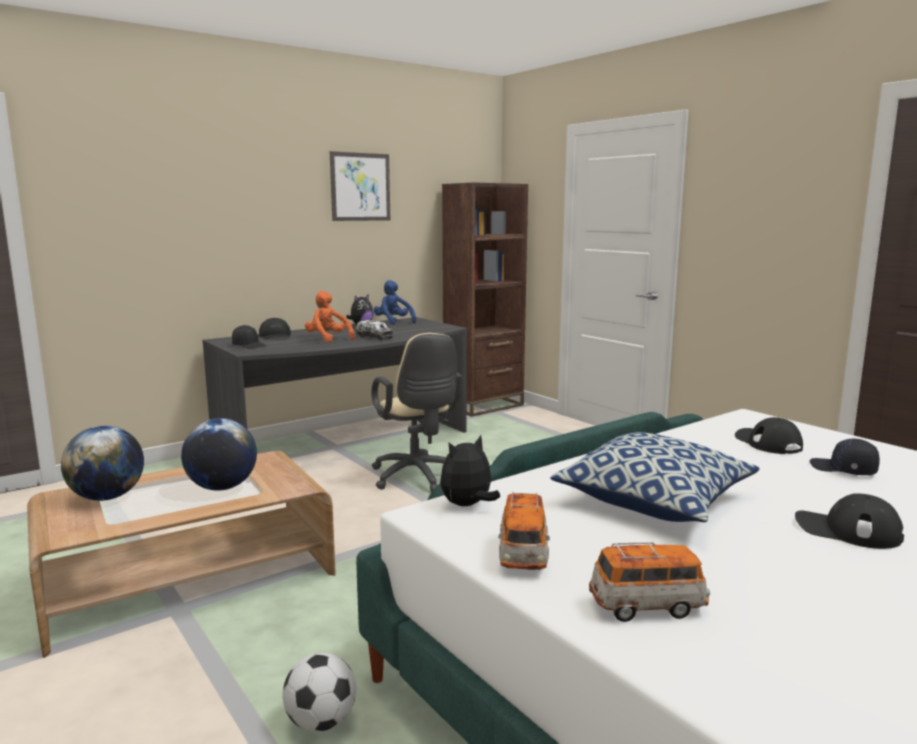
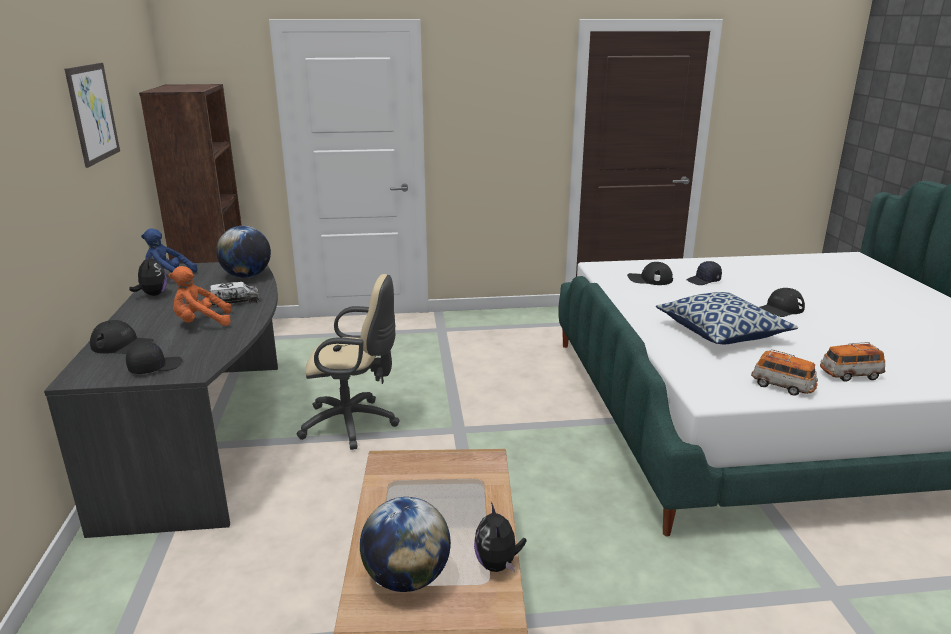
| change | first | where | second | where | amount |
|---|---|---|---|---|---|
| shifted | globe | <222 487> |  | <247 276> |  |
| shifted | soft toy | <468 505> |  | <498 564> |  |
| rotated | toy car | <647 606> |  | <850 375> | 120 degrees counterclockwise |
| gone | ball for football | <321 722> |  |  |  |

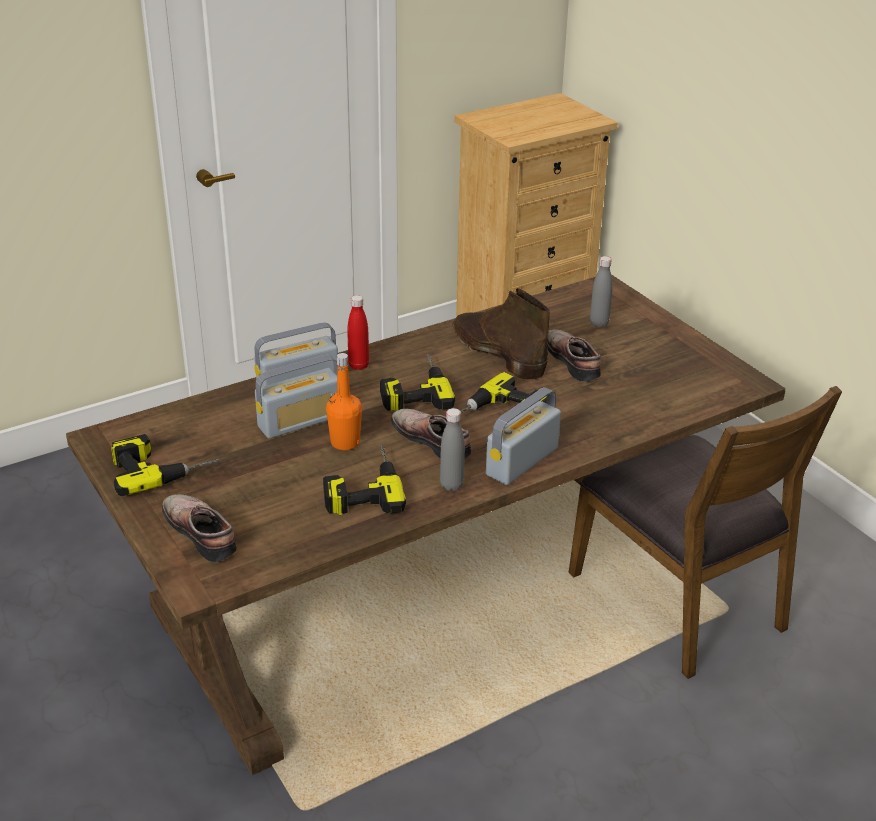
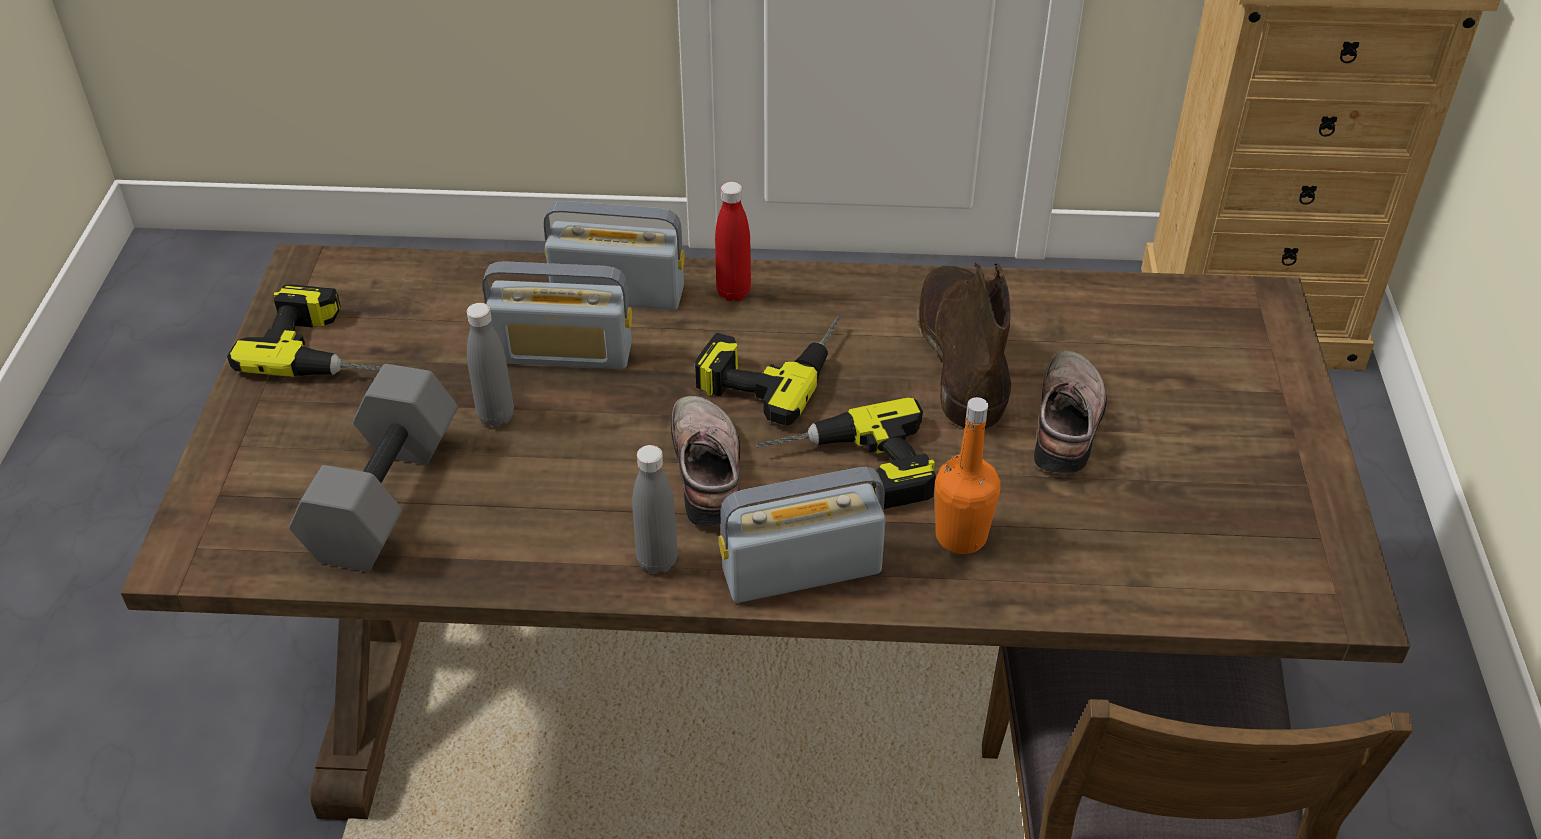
| change | first | where | second | where | amount |
|---|---|---|---|---|---|
| shifted | grey bottle | <599 323> |  | <496 416> |  |
| shifted | orangey bottle | <345 442> |  | <961 536> |  |
| gone | electric drill | <362 486> |  |  |  |
| gone | low shoe | <203 532> |  |  |  |
| new |  |  | grey hand weight | <382 493> |  |

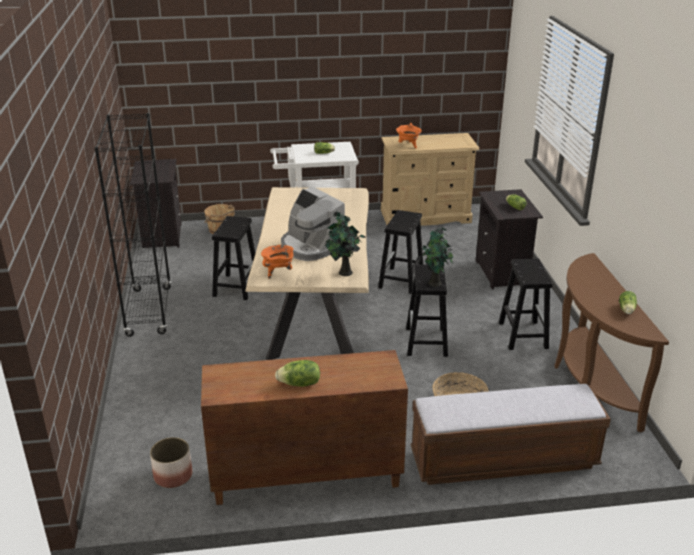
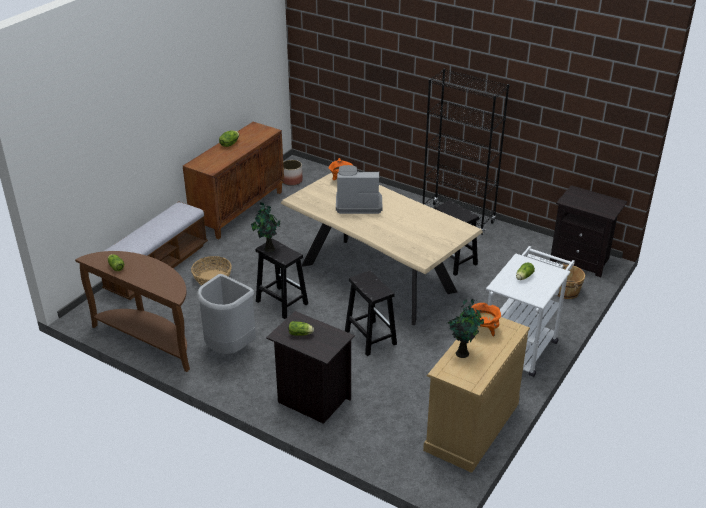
| change | first | where | second | where | amount |
|---|---|---|---|---|---|
| shifted | plant in a pot | <344 273> |  | <462 352> |  |
| swapped | blackish sitting stool | <522 334> | grey trash can | <229 348> |  |

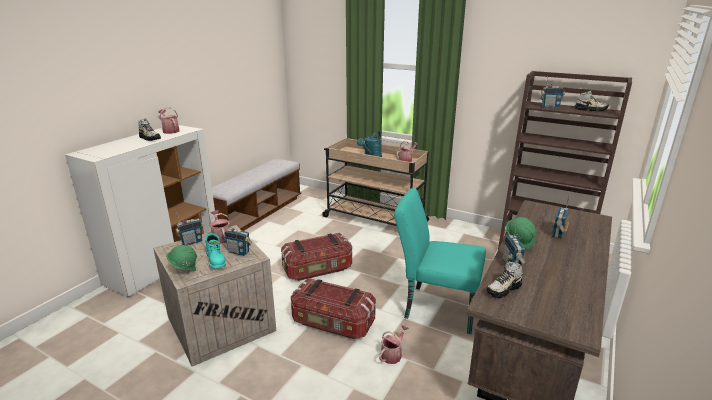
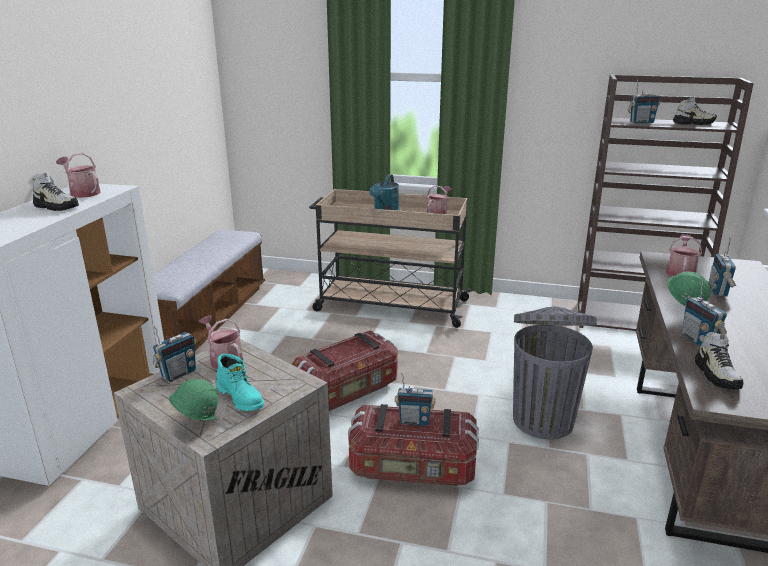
| change | first | where | second | where | amount |
|---|---|---|---|---|---|
| swapped | turquoise chair | <435 307> | grey trash can | <542 419> |  |
| shifted | radio | <239 252> |  | <414 421> |  |
| rotated | low shoe | <503 289> |  | <716 375> | 45 degrees counterclockwise |
| shifted | watering can | <393 354> |  | <680 272> |  |

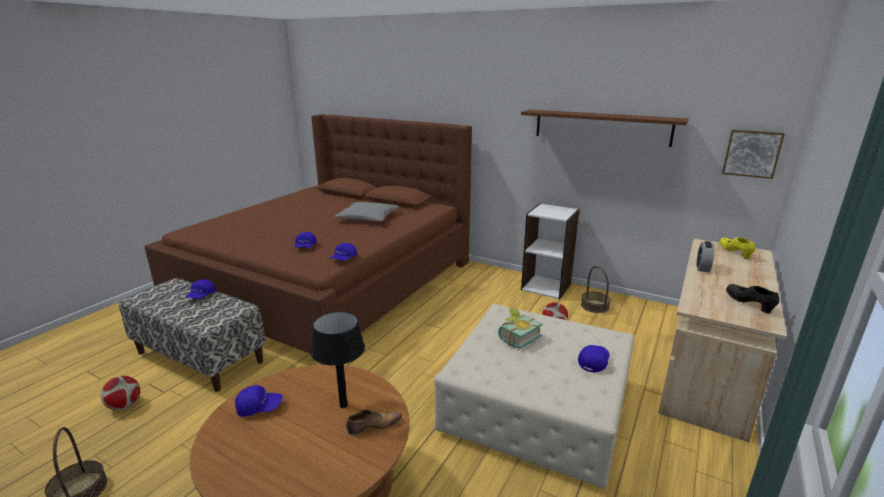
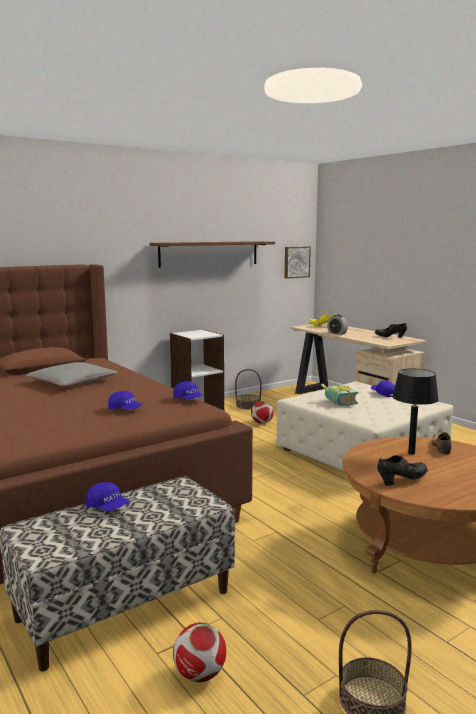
| change | first | where | second | where | amount |
|---|---|---|---|---|---|
| swapped | blue peaked cap | <259 407> | blackish low shoe | <402 481> |  |

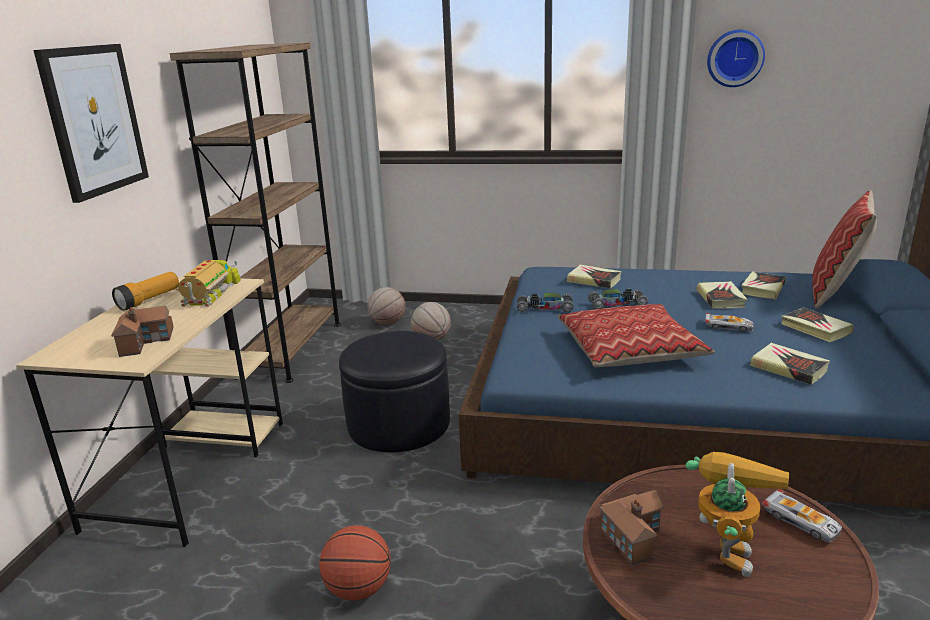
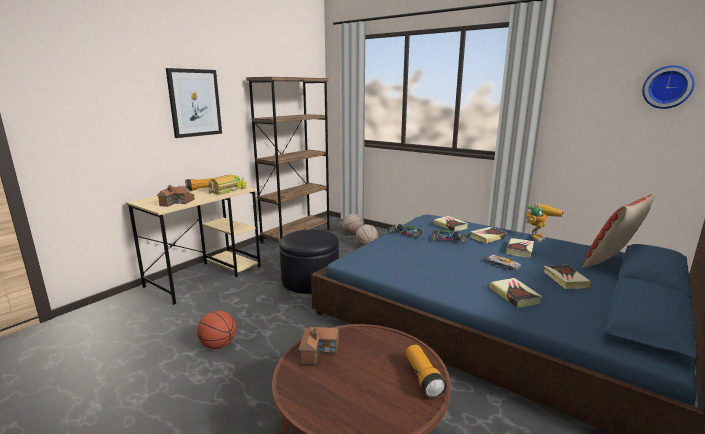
| change | first | where | second | where | amount |
|---|---|---|---|---|---|
| shifted | hanging clock | <735 58> |  | <667 87> |  |
| shifted | book | <762 289> |  | <487 237> |  |
| gone | cushion | <630 349> |  |  |  |
| shifted | toy robot | <725 547> |  | <537 237> |  |
| swapped | toy car | <801 522> | hand torch | <423 378> |  |

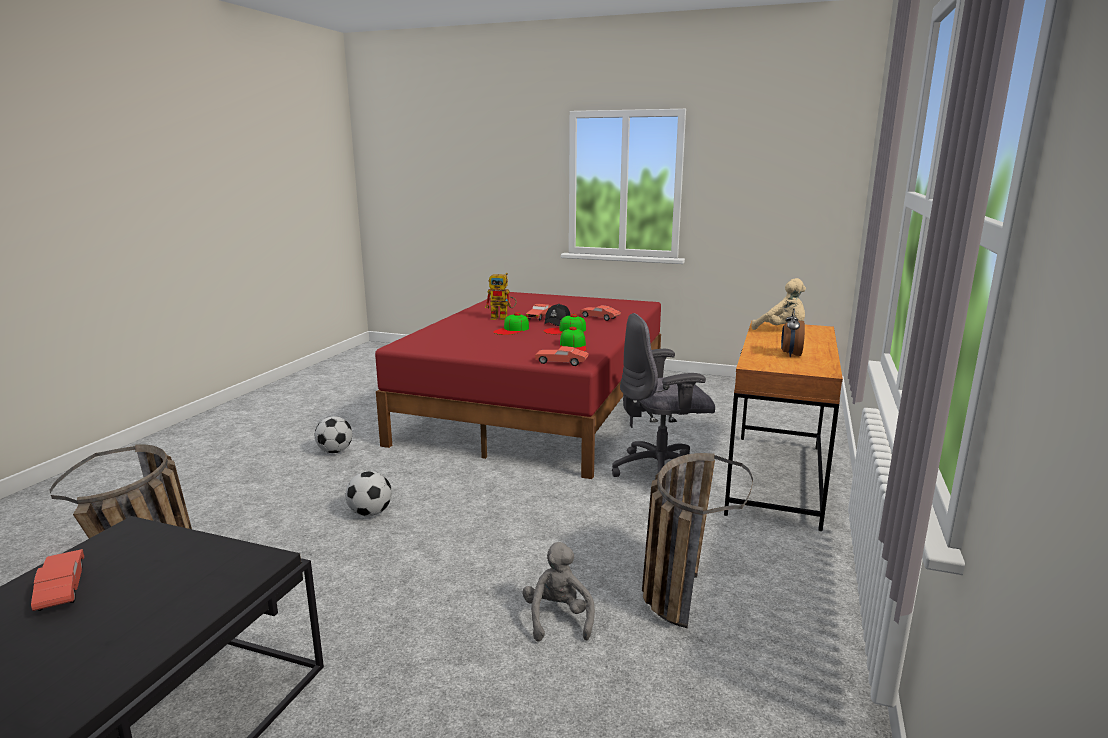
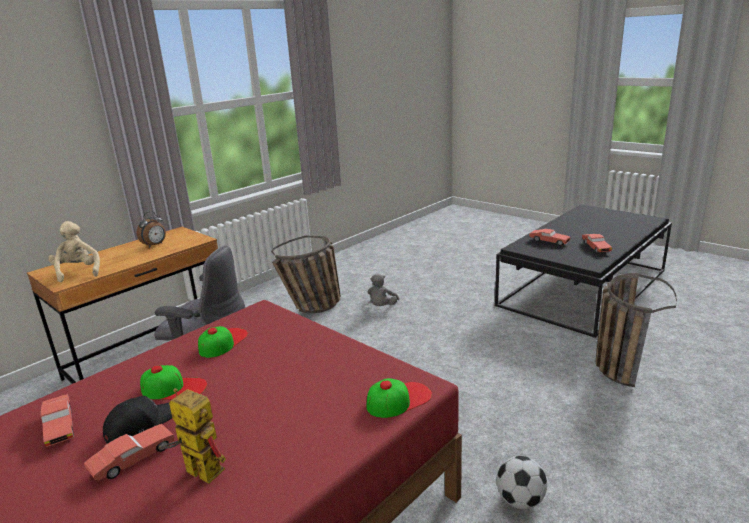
| change | first | where | second | where | amount |
|---|---|---|---|---|---|
| shifted | peaked cap | <512 330> |  | <399 399> |  |
| shifted | red-coloured toy car | <561 362> |  | <549 241> |  |
| gone | ball for football | <370 513> |  |  |  |

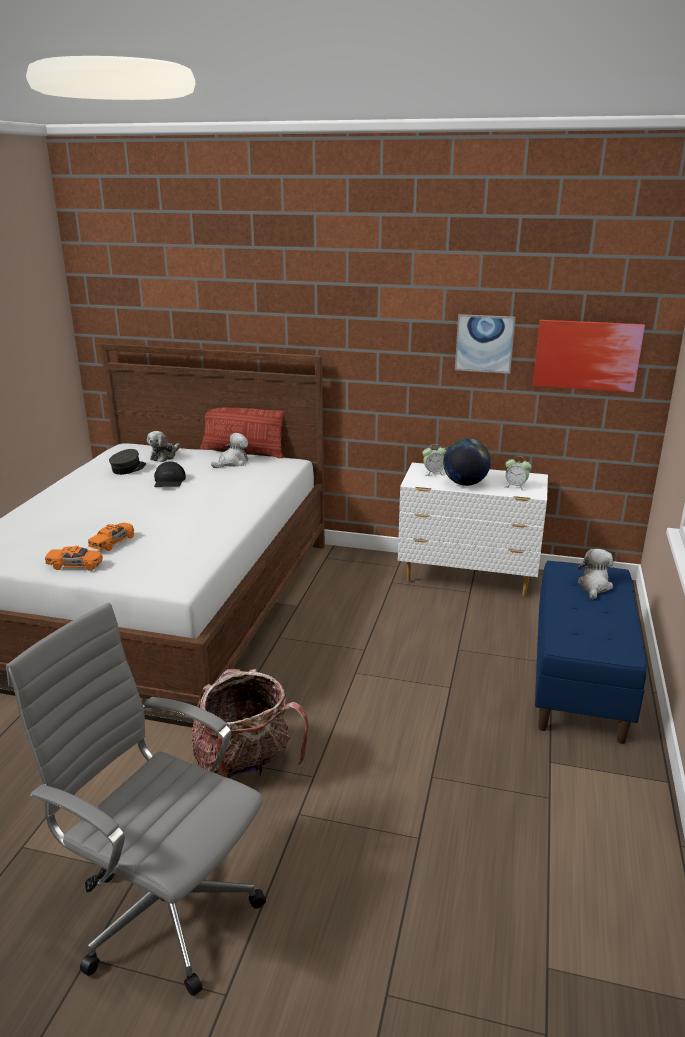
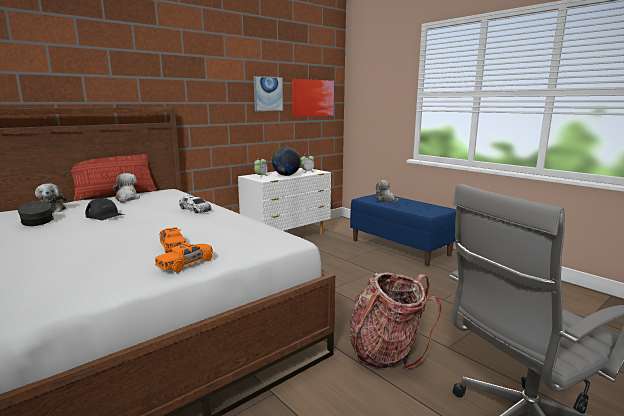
| change | first | where | second | where | amount |
|---|---|---|---|---|---|
| new |  |  | toy car | <195 209> |  |

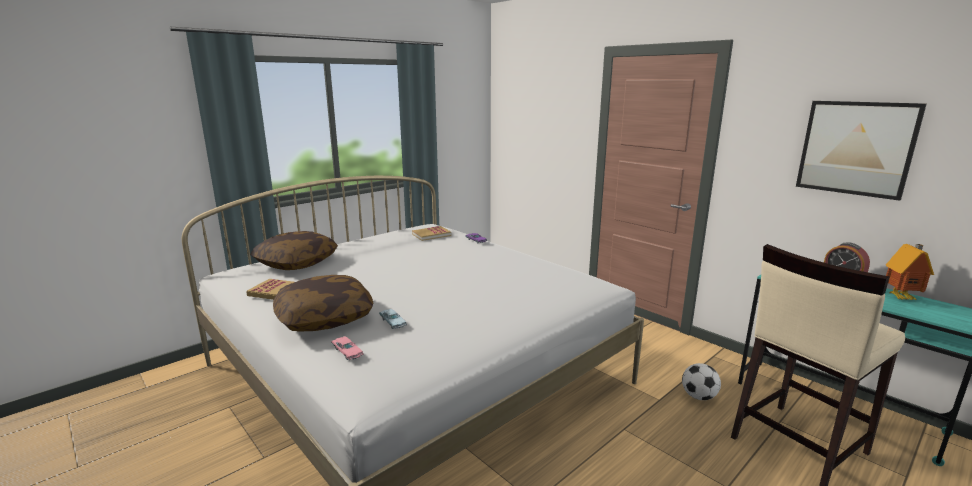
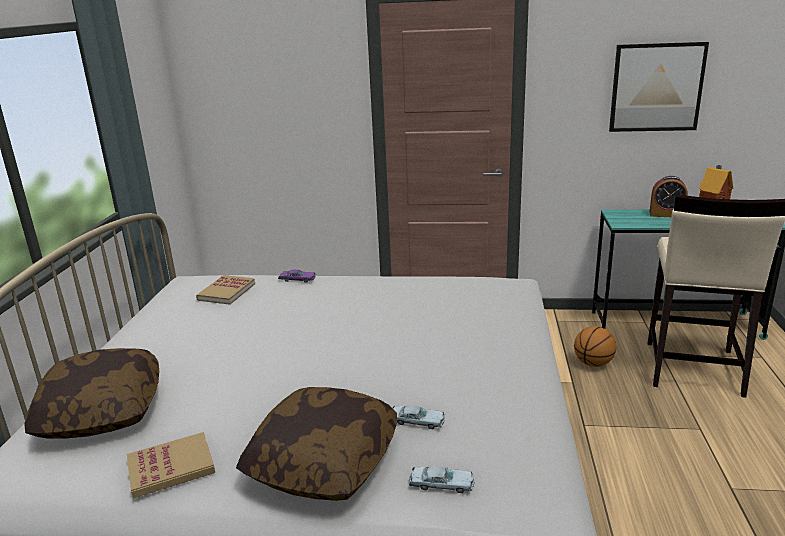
| change | first | where | second | where | amount |
|---|---|---|---|---|---|
| repainted | pink toy car | <347 352> | blue toy car | <441 484> |  |
| swapped | ball for football | <699 396> | ball for basketball | <593 363> |  |

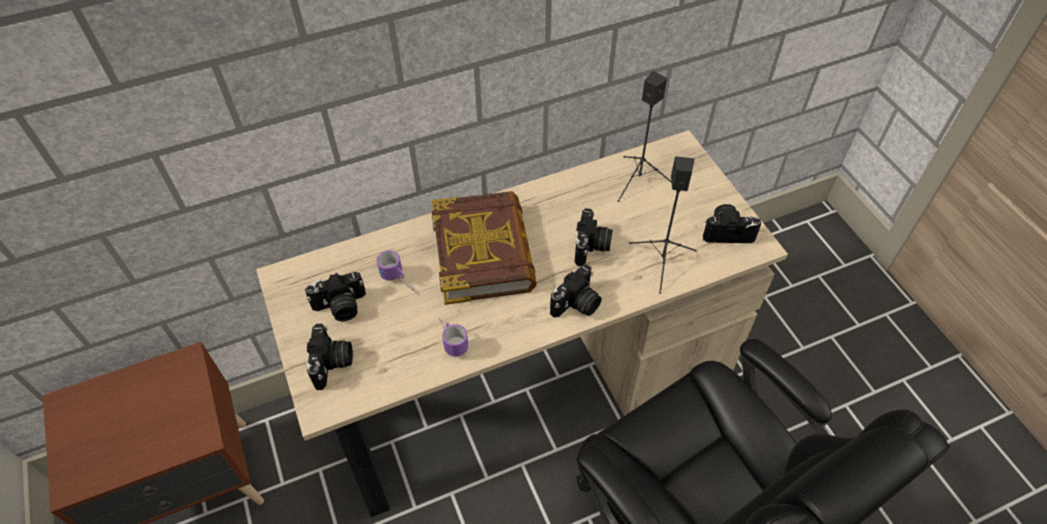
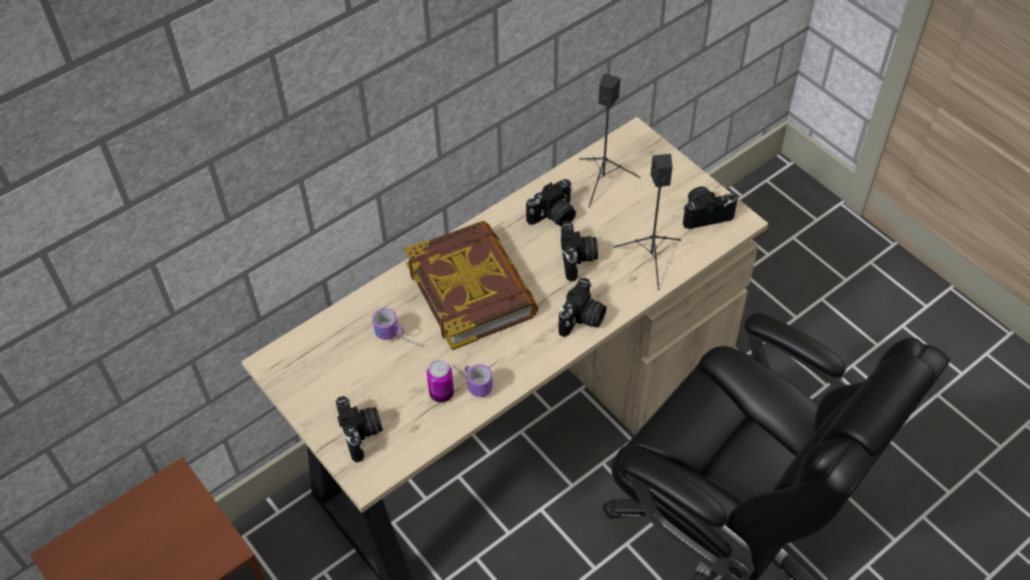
| change | first | where | second | where | amount |
|---|---|---|---|---|---|
| shifted | still camera | <341 307> |  | <554 216> |  |
| new |  |  | sealed can | <441 394> |  |

